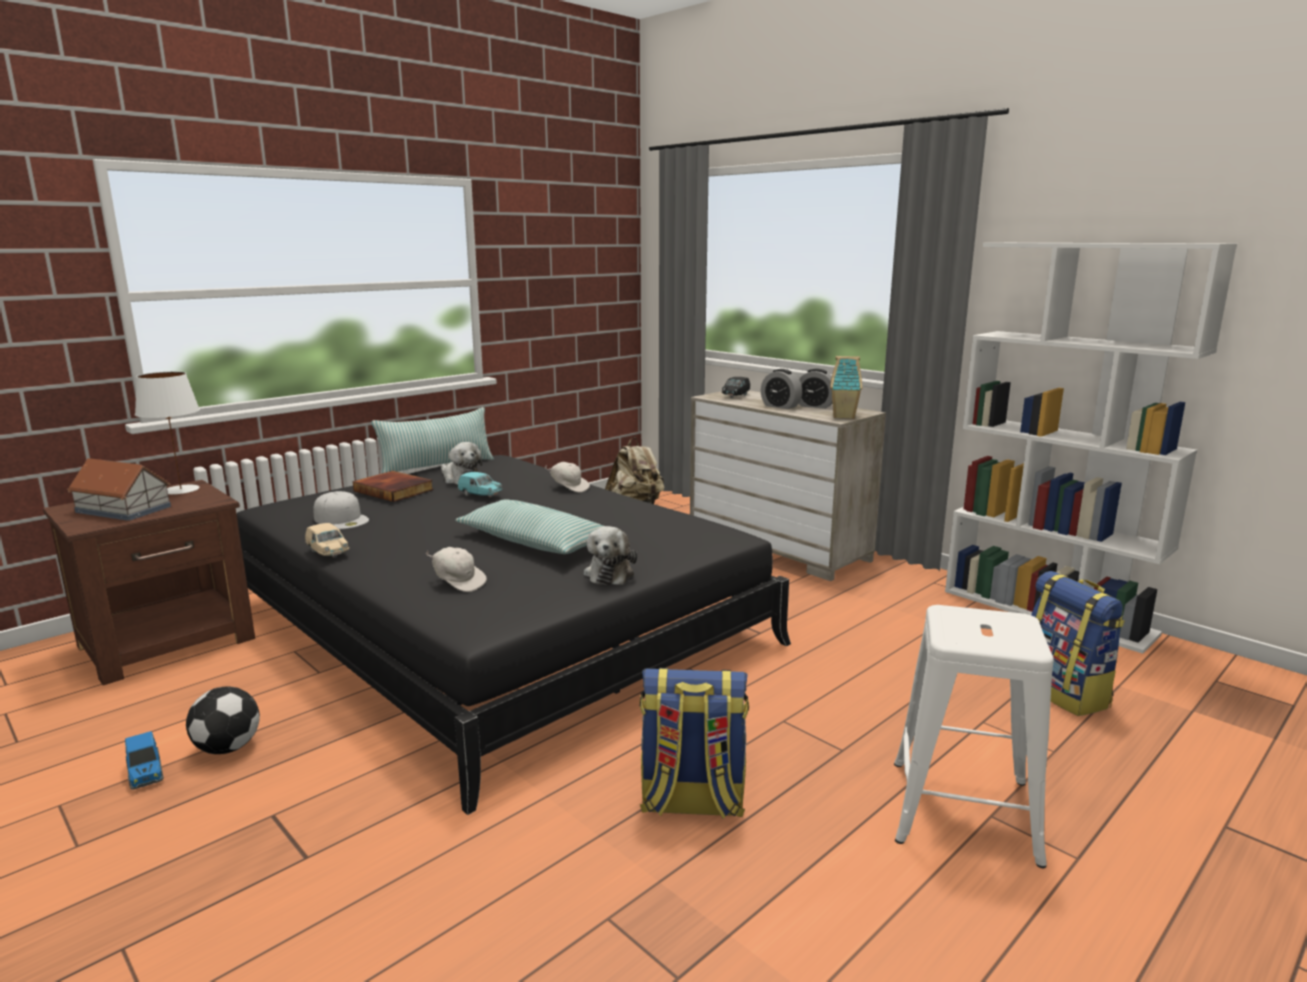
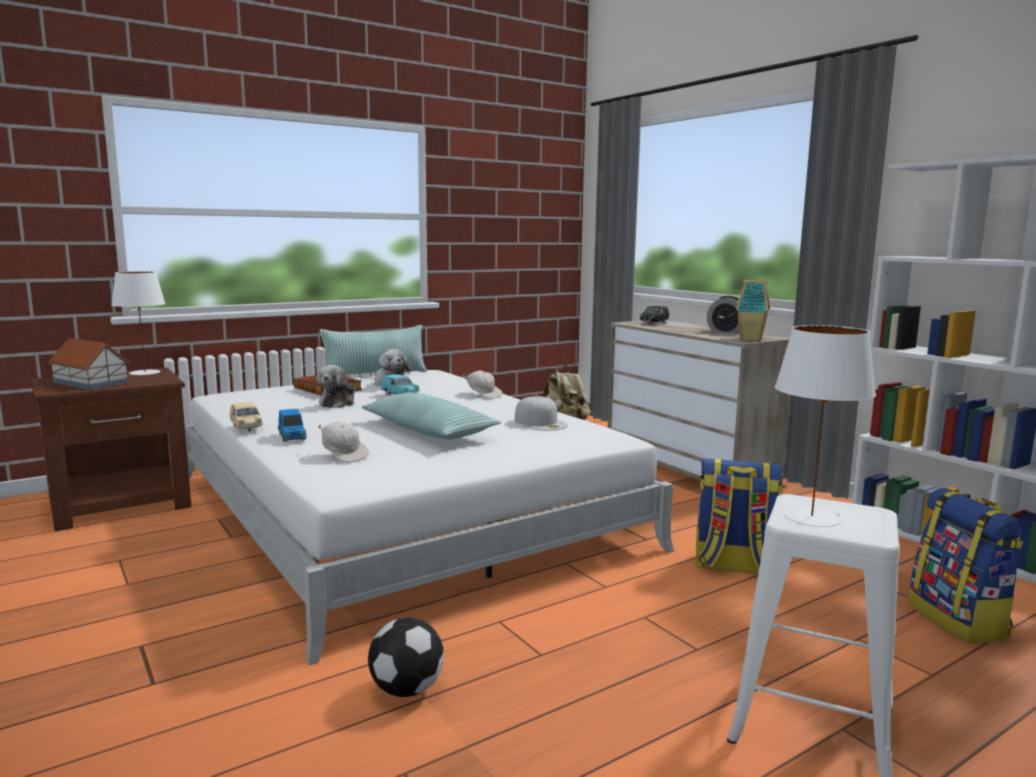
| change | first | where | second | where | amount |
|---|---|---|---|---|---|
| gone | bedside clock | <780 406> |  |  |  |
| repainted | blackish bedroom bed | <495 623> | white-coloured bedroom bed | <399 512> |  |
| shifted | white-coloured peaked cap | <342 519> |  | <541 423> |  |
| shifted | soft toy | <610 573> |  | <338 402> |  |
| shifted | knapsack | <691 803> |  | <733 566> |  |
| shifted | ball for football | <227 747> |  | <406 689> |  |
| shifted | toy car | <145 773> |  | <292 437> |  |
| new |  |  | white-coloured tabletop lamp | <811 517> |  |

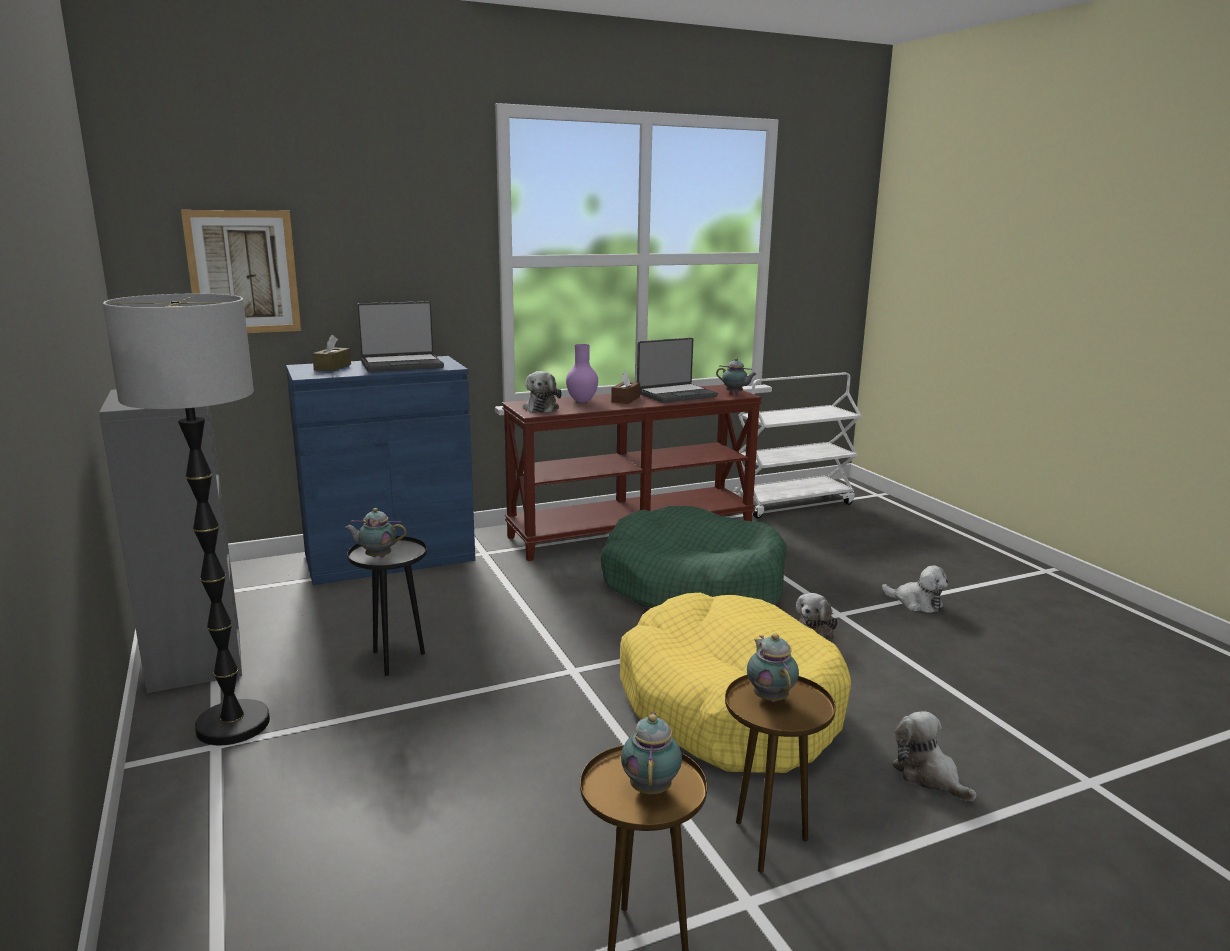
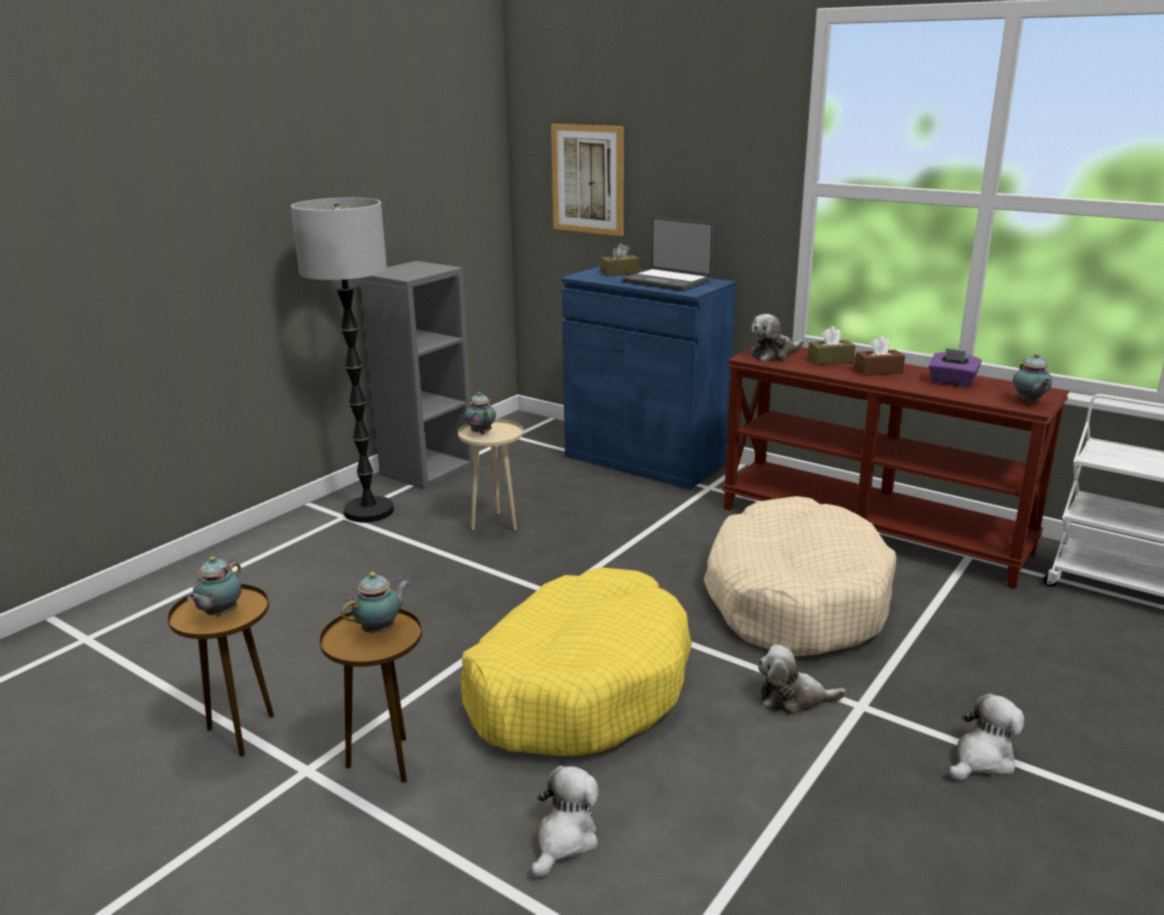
| change | first | where | second | where | amount |
|---|---|---|---|---|---|
| swapped | notebook computer | <676 394> | purple-coloured tissue holder | <952 382> |  |
| swapped | purple-coloured vase | <582 401> | brownish tissue holder | <830 360> |  |
| repainted | green-coloured pet bed | <692 586> | beige-coloured pet bed | <795 599> |  |
| repainted | blackish accent table | <395 660> | beige-coloured accent table | <495 524> |  |
| rotated | soft toy | <916 603> |  | <982 759> | 135 degrees counterclockwise |
| rotated | pot for tea | <651 787> |  | <220 614> | 135 degrees clockwise |

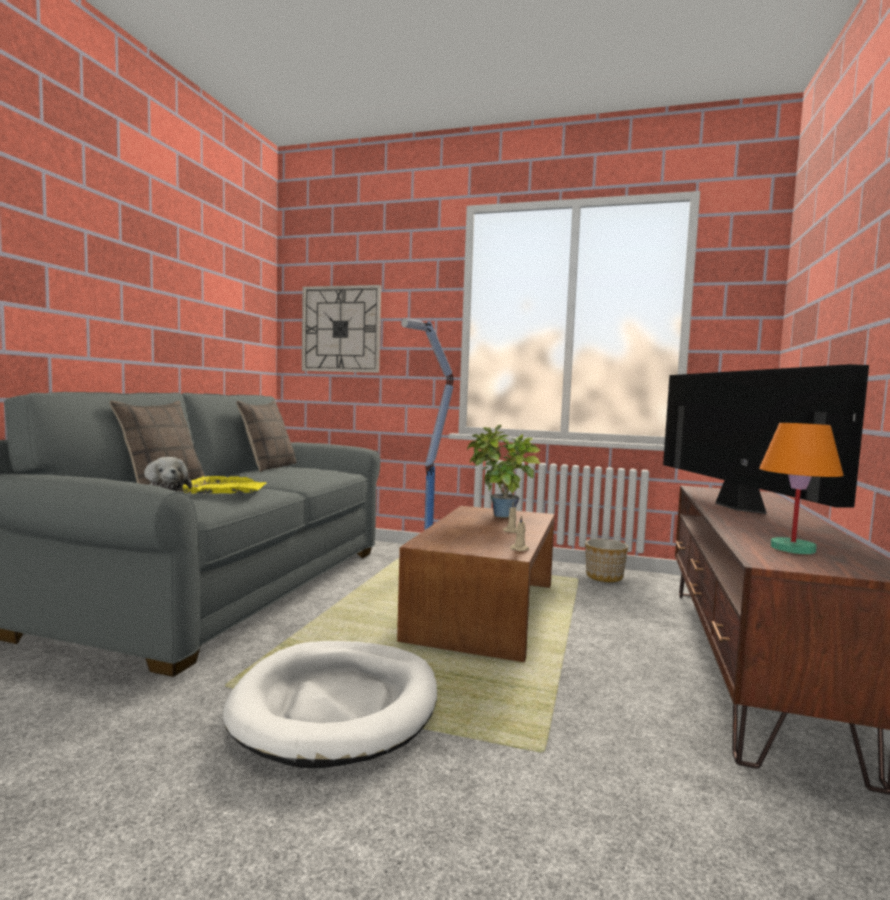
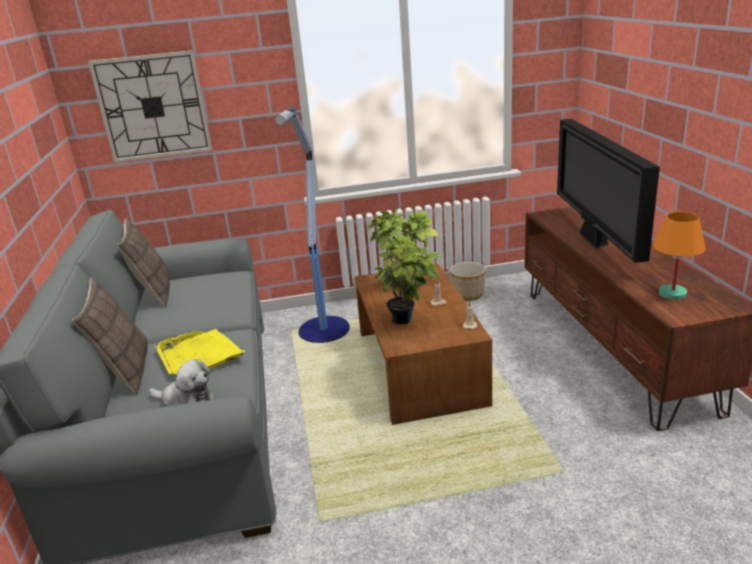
| change | first | where | second | where | amount |
|---|---|---|---|---|---|
| rotated | TV | <736 507> |  | <593 241> | 150 degrees counterclockwise |
| gone | white-coloured pet bed | <337 706> |  |  |  |
| new |  |  | plant in a pot | <407 321> |  |

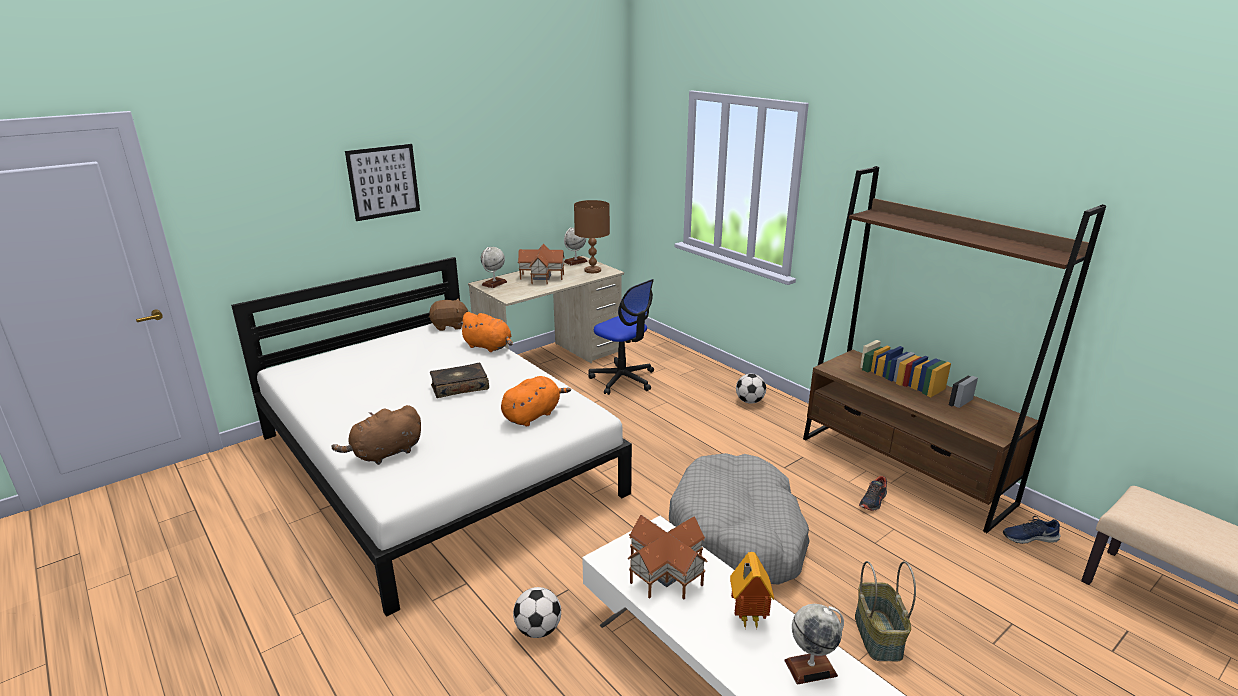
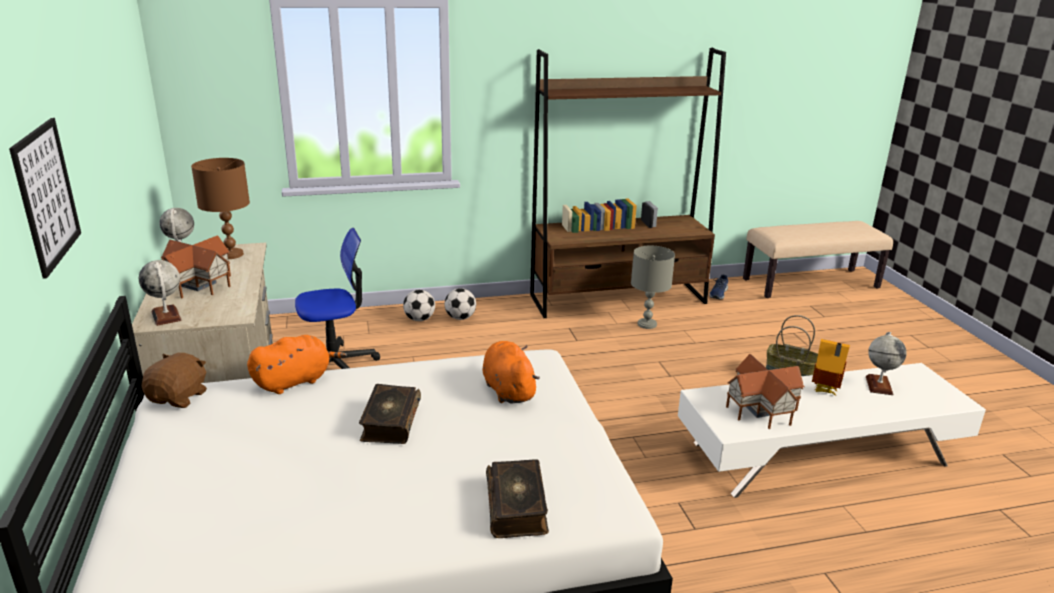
| change | first | where | second | where | amount |
|---|---|---|---|---|---|
| swapped | brownish soft toy | <385 454> | book | <517 507> |  |
| gone | grey pet bed | <738 536> |  |  |  |
| swapped | low shoe | <873 501> | grey tabletop lamp | <647 324> |  |
| shifted | ball for football | <538 630> |  | <419 319> |  |

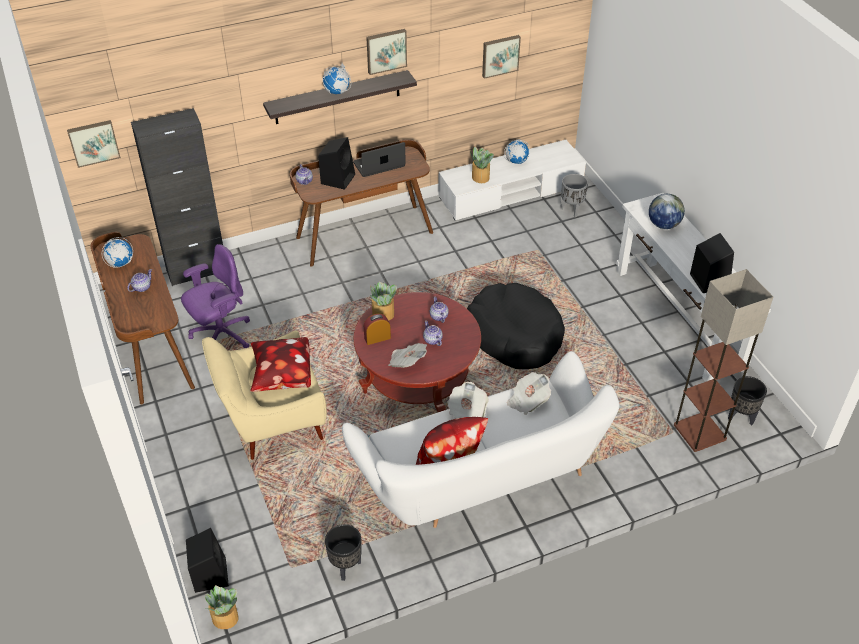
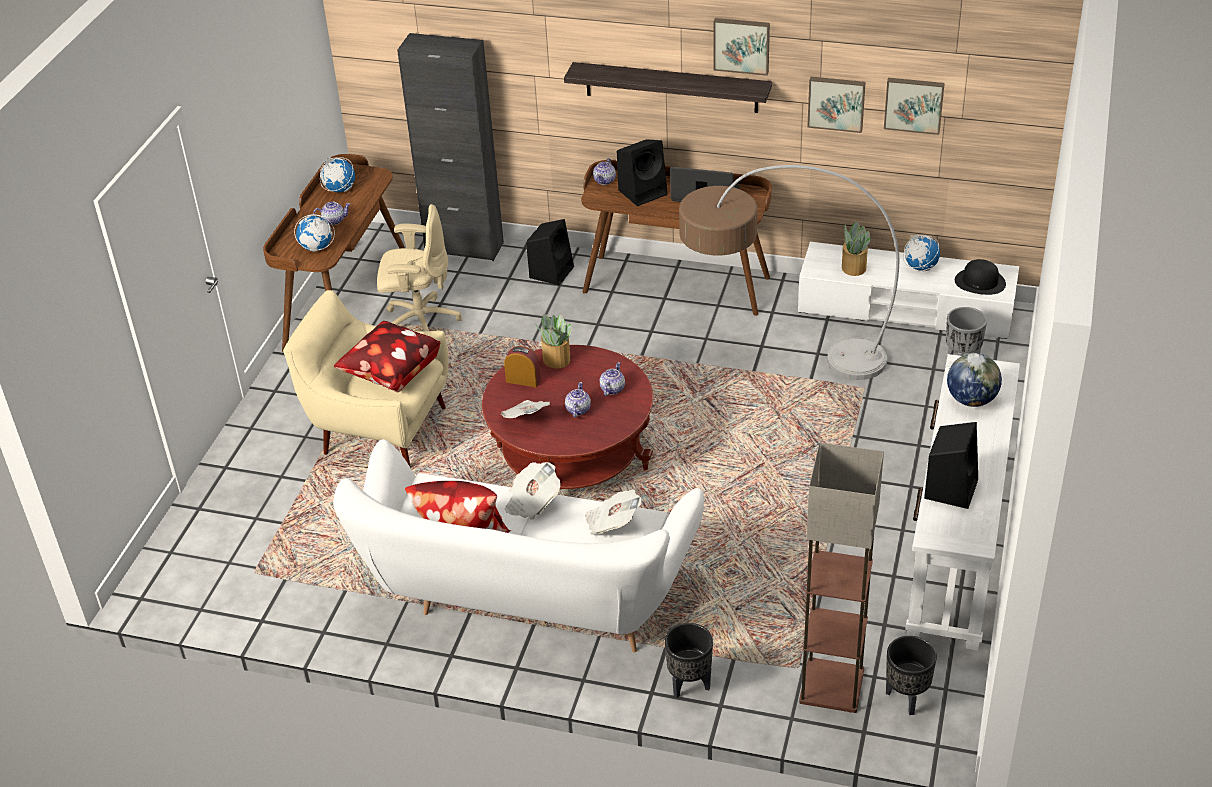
| change | first | where | second | where | amount |
|---|---|---|---|---|---|
| shifted | globe | <337 92> |  | <316 248> |  |
| shifted | wall art | <93 142> |  | <836 103> |  |
| repainted | purple-coloured office chair | <221 336> | beige-coloured office chair | <419 322> |  |
| gone | blackish pet bed | <514 335> |  |  |  |
| shifted | blackish planter | <345 567> |  | <689 685> |  |
| shifted | blackish loudspeaker | <210 573> |  | <552 271> |  |
| gone | plant in a pot | <226 618> |  |  |  |
| new |  |  | standing lamp | <775 360> |  |
| new |  |  | blackish clothing hat | <980 282> |  |

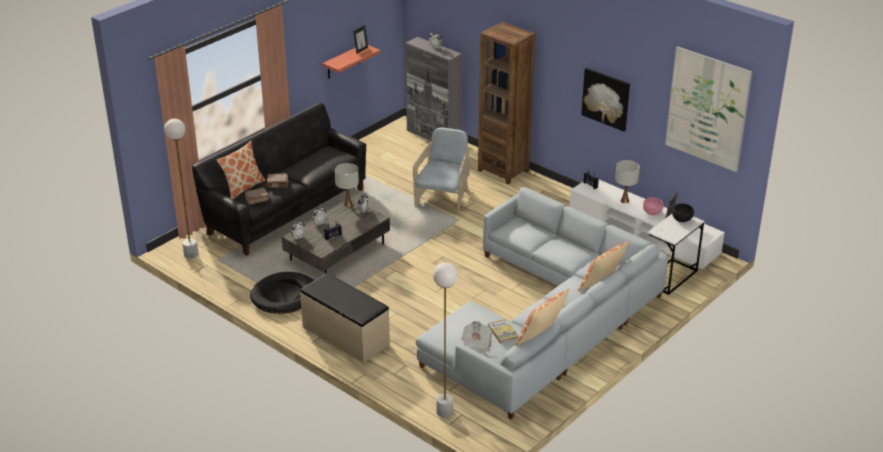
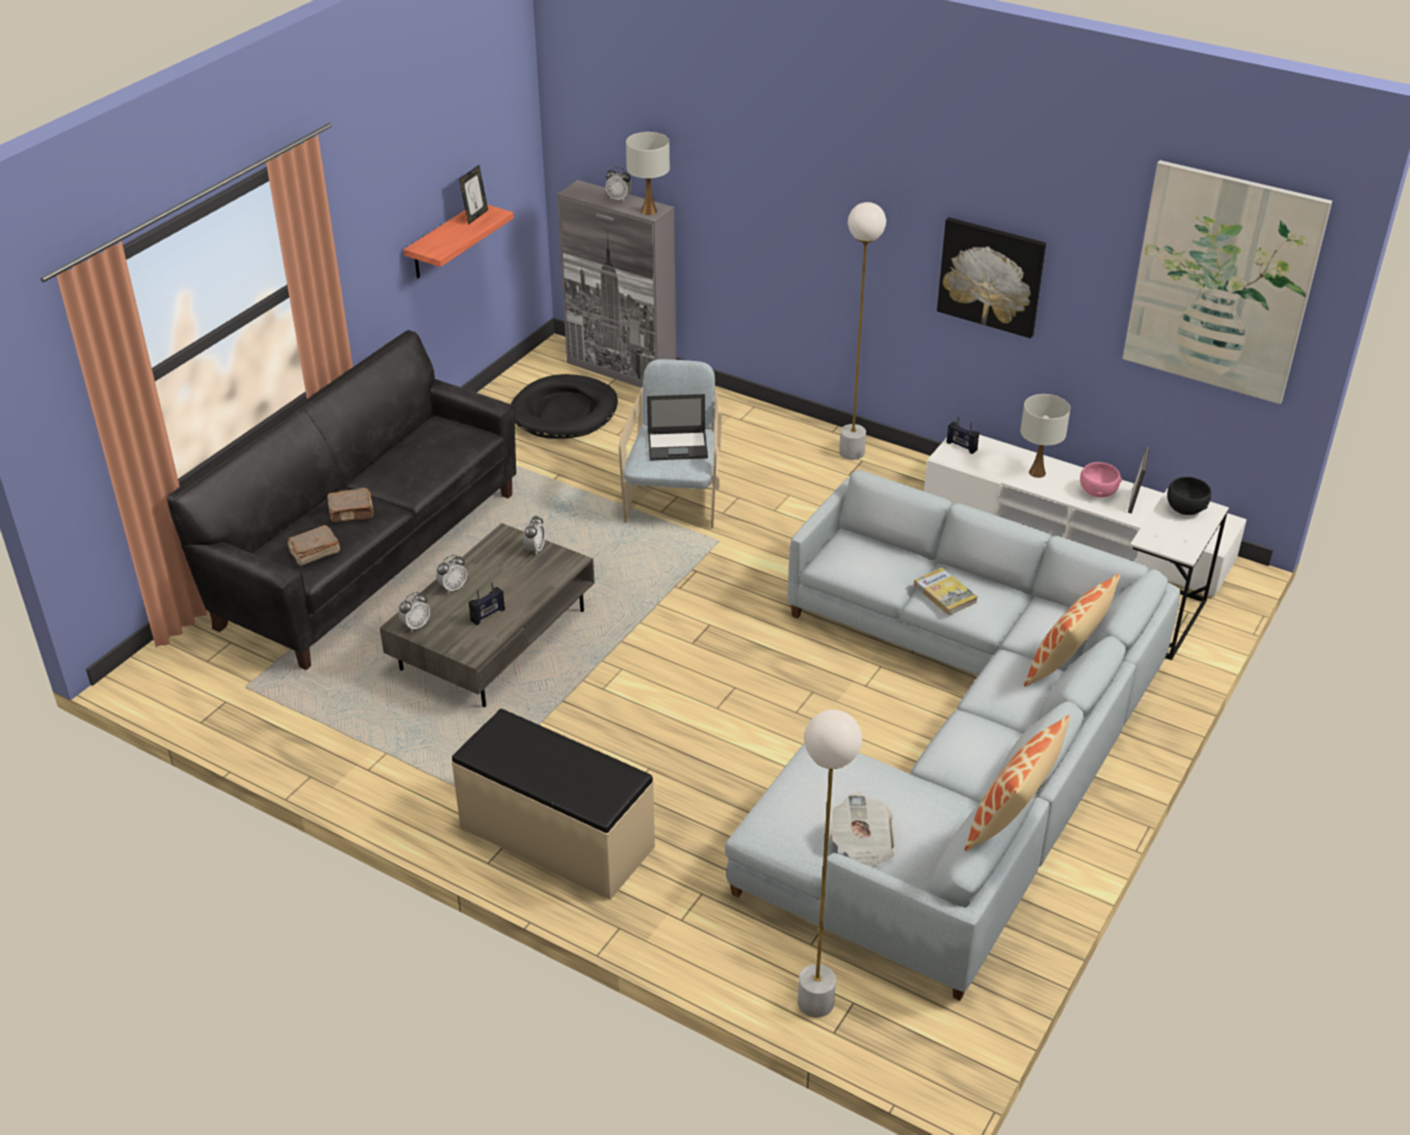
| change | first | where | second | where | amount |
|---|---|---|---|---|---|
| gone | brownish bookshelf | <503 170> |  |  |  |
| shifted | white-coloured standing lamp | <191 254> |  | <851 453> |  |
| gone | cushion | <243 187> |  |  |  |
| shifted | white-coloured tabletop lamp | <347 204> |  | <648 211> |  |
| shifted | blackish pet bed | <284 296> |  | <564 412> |  |
| shifted | book | <502 332> |  | <945 594> |  |
| new |  |  | notebook computer | <678 446> |  |

